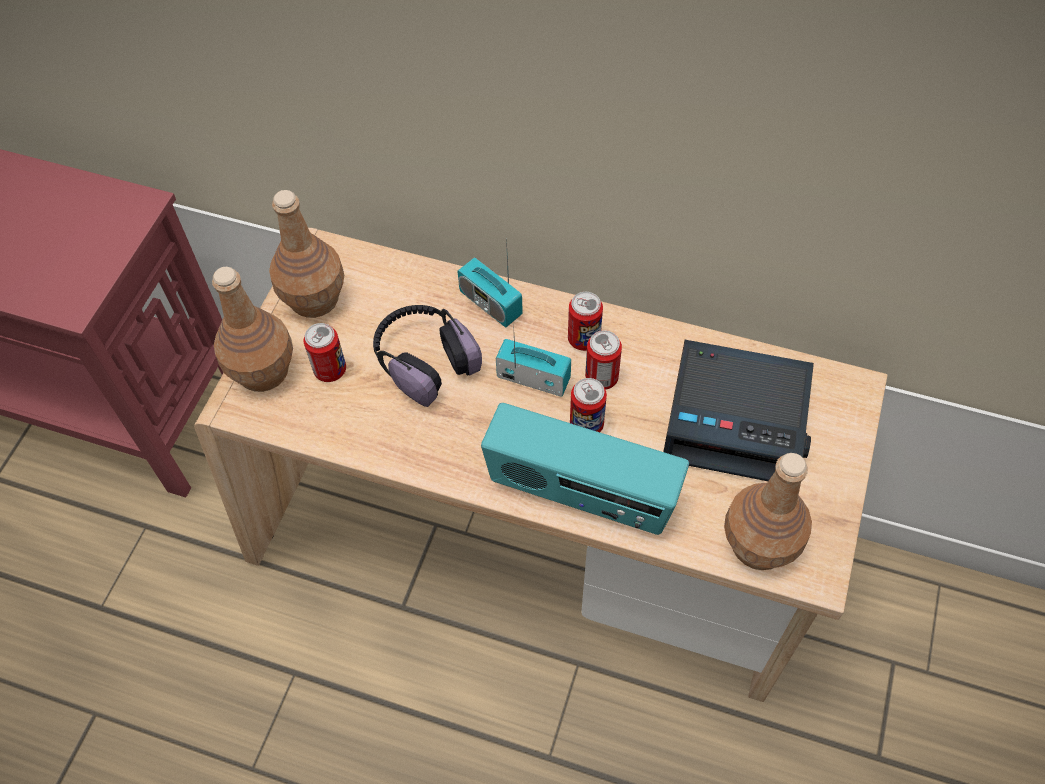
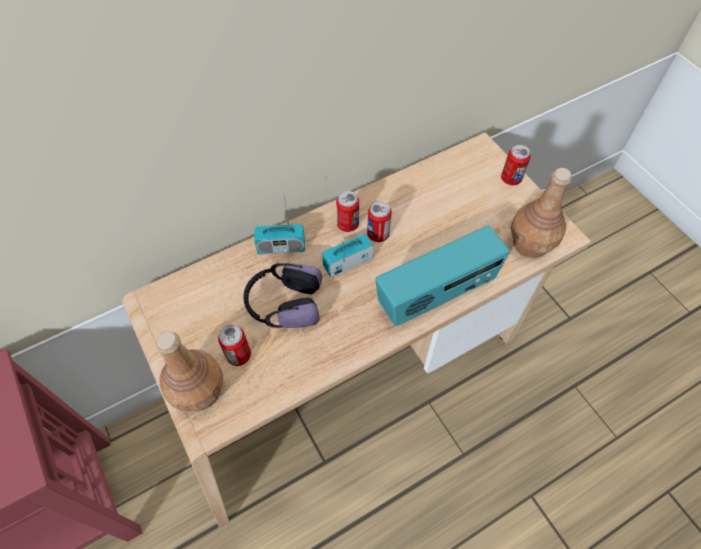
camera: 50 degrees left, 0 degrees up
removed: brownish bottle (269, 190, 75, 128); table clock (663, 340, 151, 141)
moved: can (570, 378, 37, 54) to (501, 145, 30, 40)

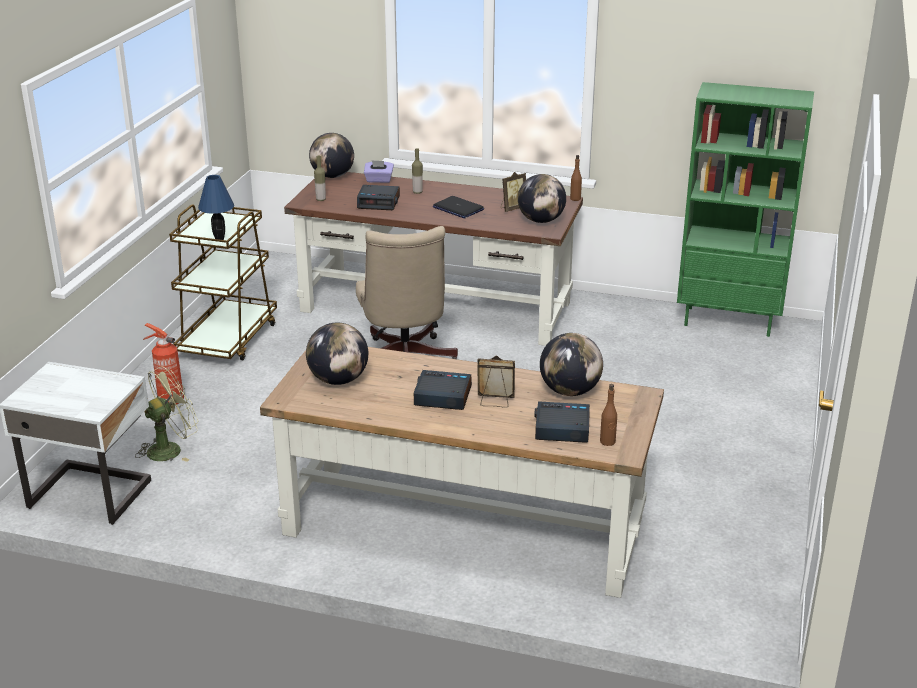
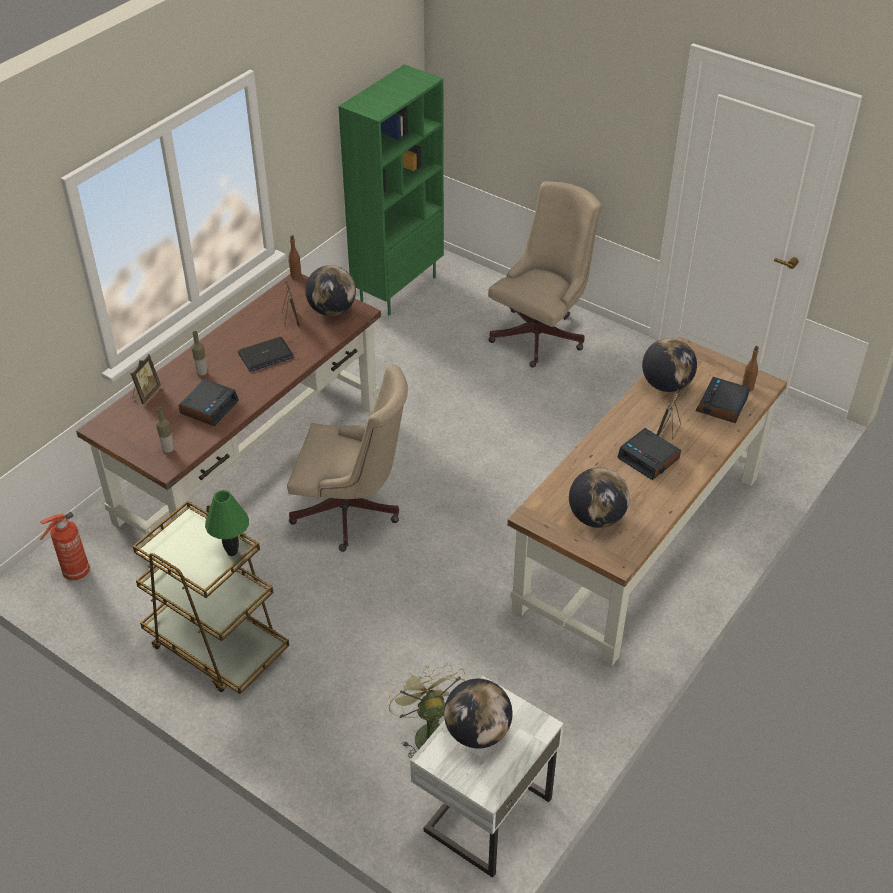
camera: 70 degrees left, 15 degrees up
added: beige-coloured desk chair (488, 181, 115, 186)
moved: extinguisher (143, 323, 41, 81) to (40, 512, 50, 68); world globe (309, 133, 45, 45) to (444, 679, 68, 70)
replaced: purplish box of tissues (364, 160, 30, 23) to picture frame (130, 354, 31, 50)
recoloured: blue table lamp (198, 175, 36, 65) to green table lamp (205, 490, 44, 66)
turned: table clock (414, 370, 58, 40) = (617, 428, 64, 52) 75 degrees counterclockwise

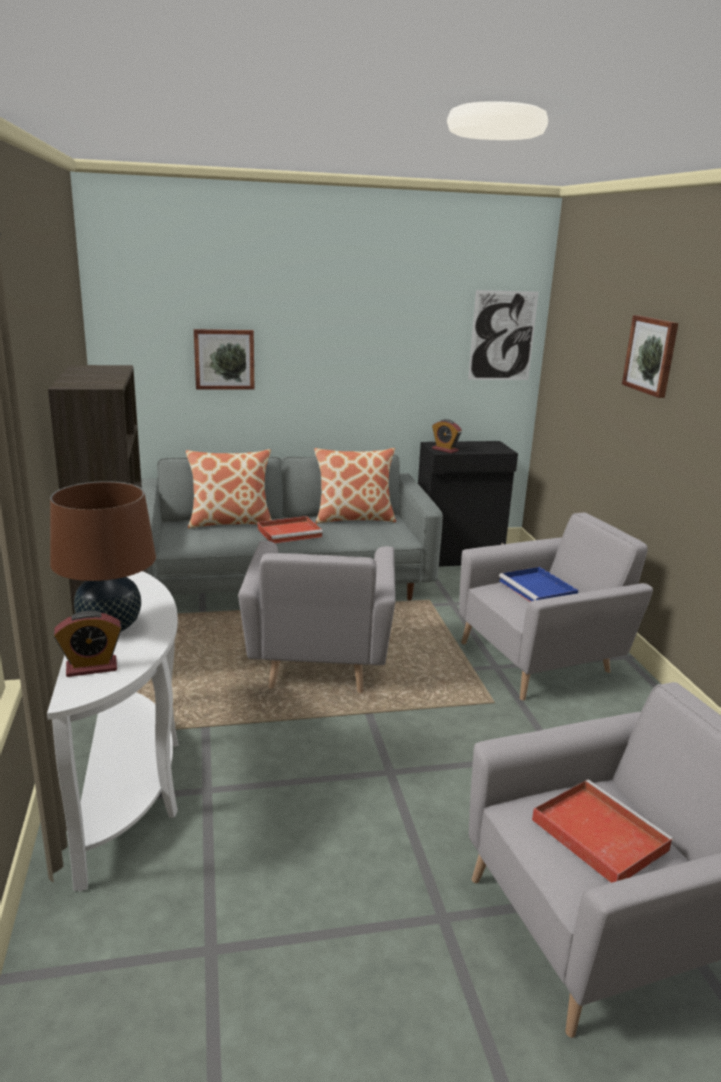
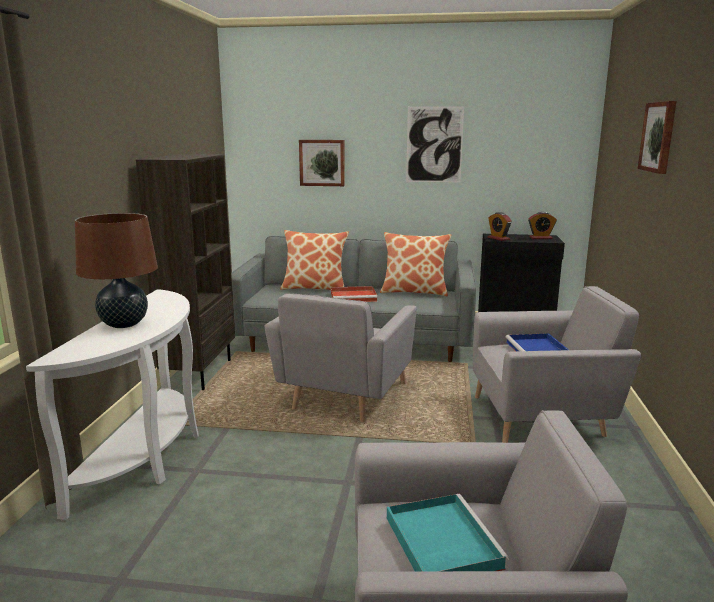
camera: 20 degrees right, 5 degrees down
moved: table clock (54, 611, 68, 66) to (528, 212, 29, 27); wall art (468, 290, 70, 90) to (406, 106, 58, 77)
recoloured: red-coloured serving tray (532, 780, 142, 103) to blue-green serving tray (387, 494, 122, 78)

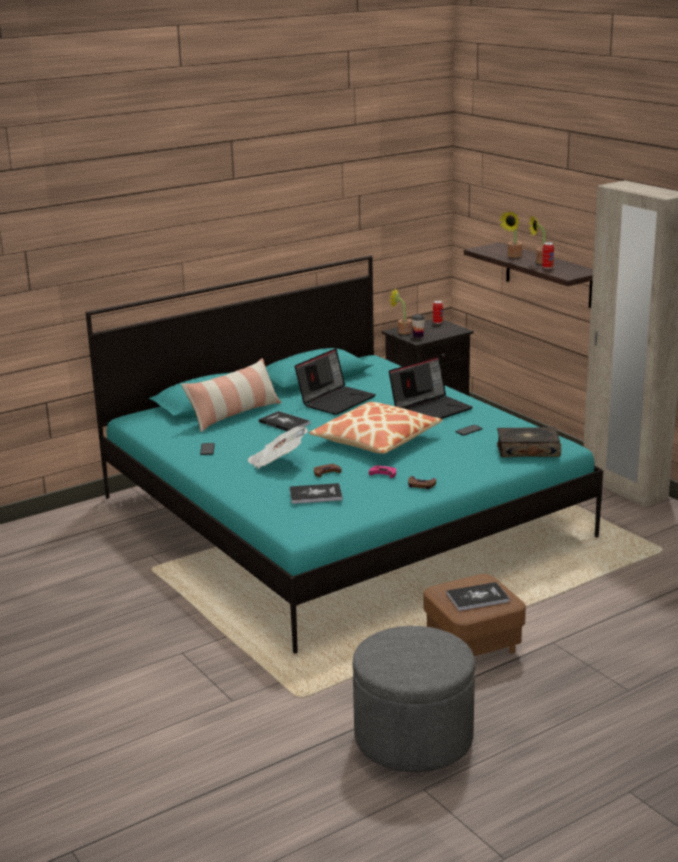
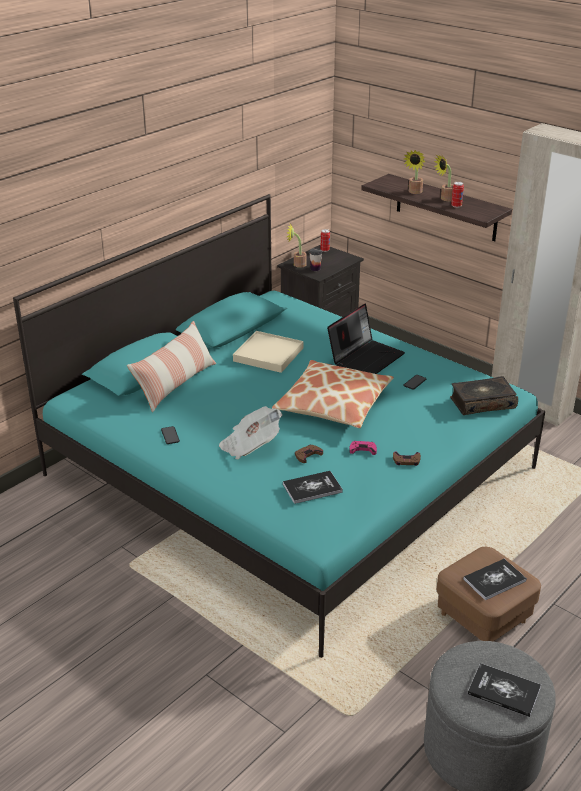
camera: 15 degrees left, 10 degrees up
moved: volume (259, 411, 51, 20) to (468, 663, 73, 54)
replaced: portable computer (295, 348, 81, 67) to beige-coloured serving tray (233, 331, 70, 42)

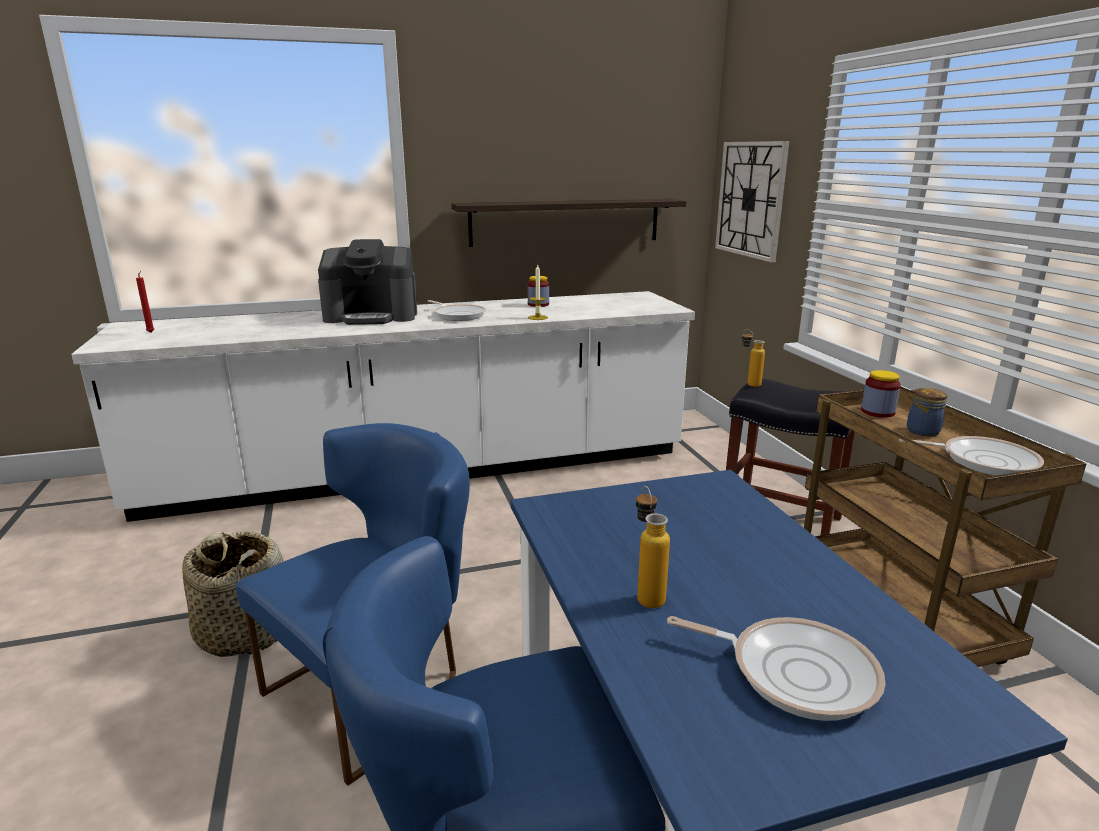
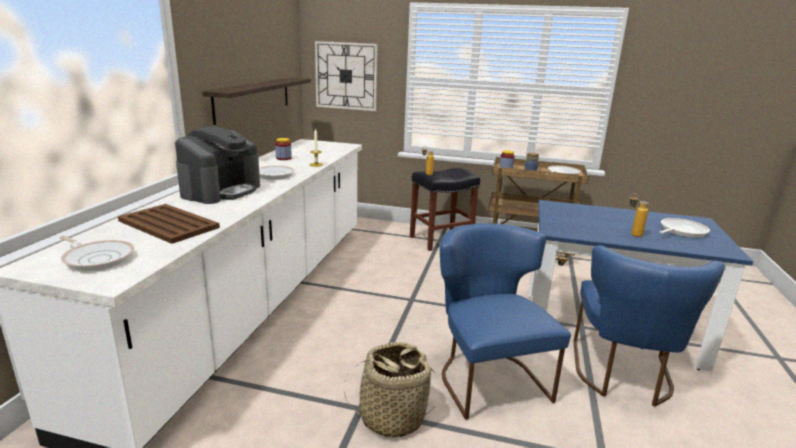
camera: 60 degrees left, 0 degrees up
added: brownish serving tray (118, 204, 102, 40)
replaced: red-coloured candle (136, 271, 18, 62) to frying pan (59, 236, 75, 35)

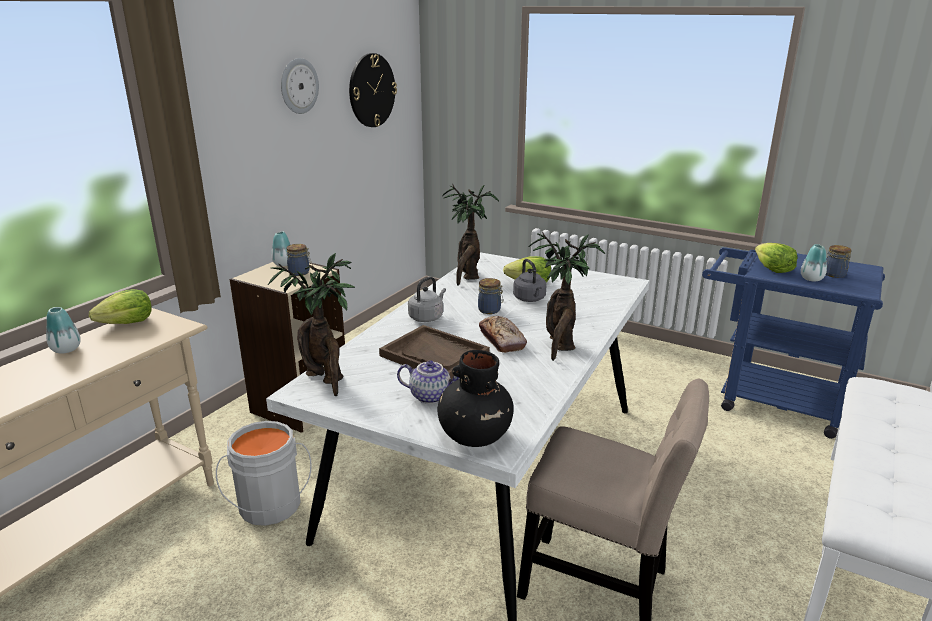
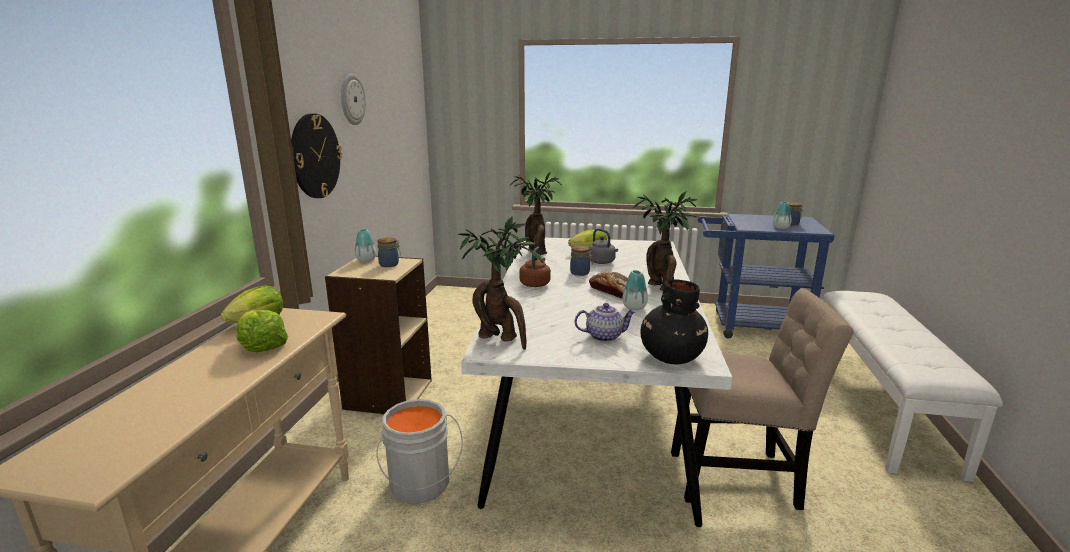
camera: 20 degrees left, 5 degrees down
removed: brownish serving tray (379, 325, 111, 54)
moved: decorative vase (46, 307, 35, 47) to (622, 270, 26, 40); hanging clock (349, 53, 48, 74) to (291, 113, 51, 85); lettuce (755, 243, 43, 30) to (236, 310, 52, 42)
recoloured: greyish tea kettle (408, 277, 38, 45) to brownish tea kettle (519, 247, 32, 40)

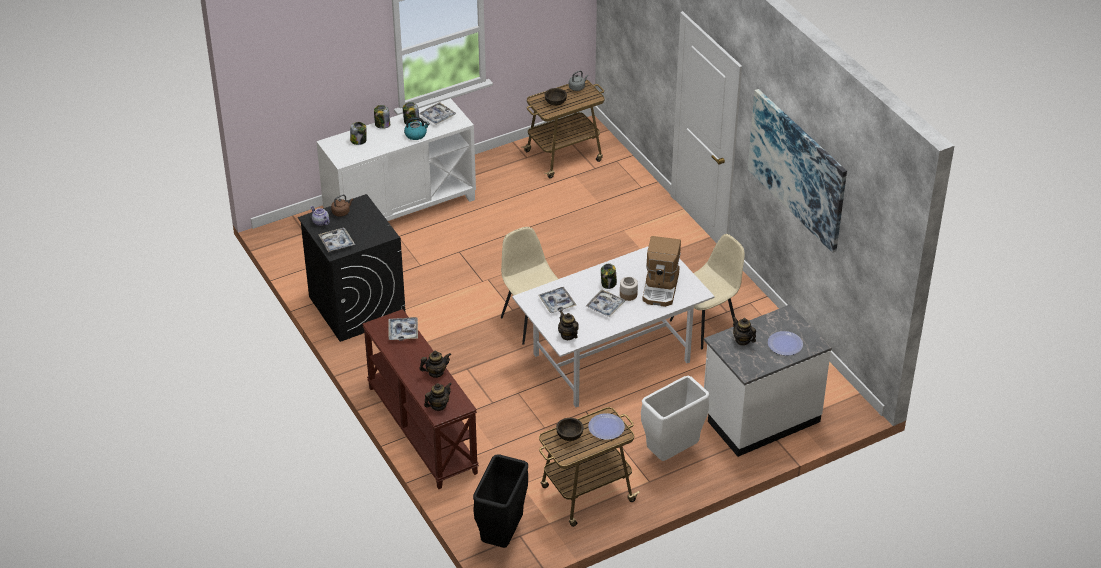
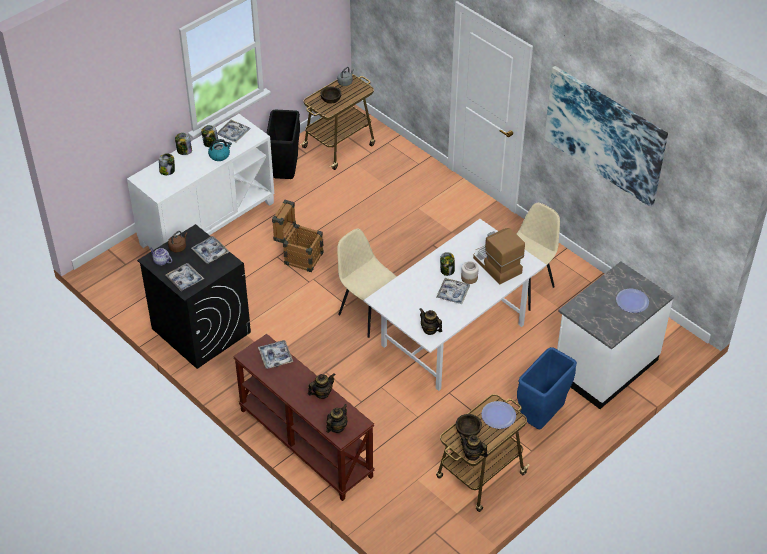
camera: 15 degrees left, 5 degrees up
added: shipping crate (272, 200, 52, 72)
moved: black waste bin (473, 454, 55, 94) to (266, 110, 34, 69); serving tray (538, 287, 38, 26) to (191, 236, 38, 28); teapot (733, 316, 23, 30) to (460, 434, 28, 27)
recoloured: white-coloured waste bin (641, 376, 69, 85) to blue waste bin (517, 347, 60, 82)
turned: coffee maker (642, 236, 39, 71) = (473, 228, 52, 56) 150 degrees clockwise

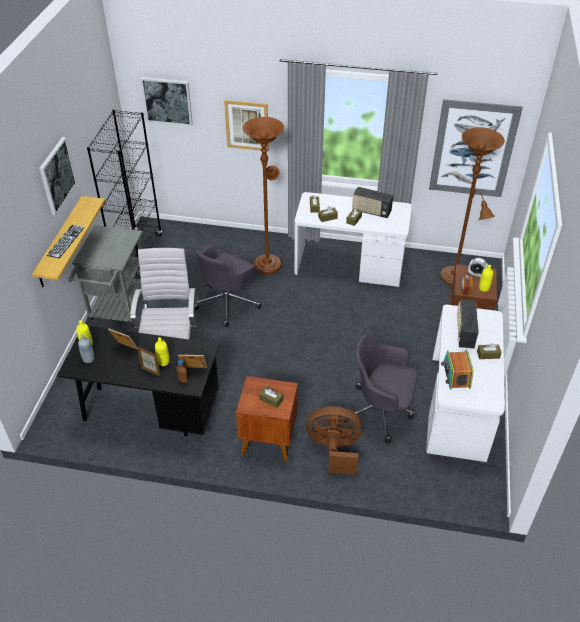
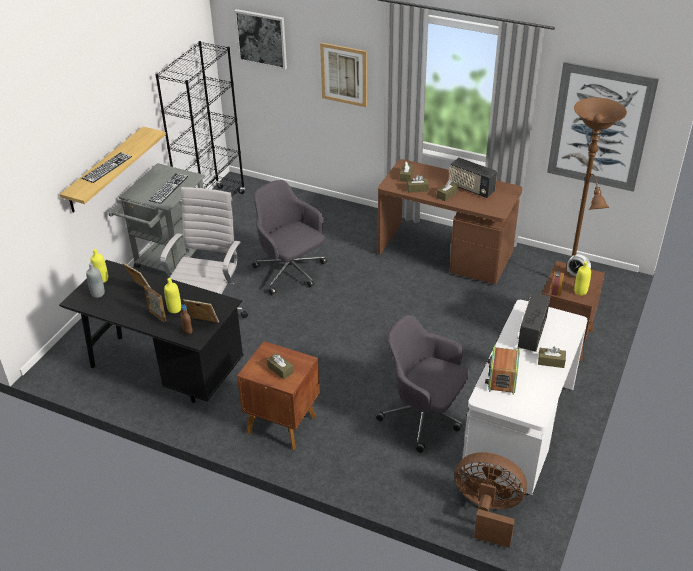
camera: 15 degrees right, 5 degrees down
removed: wall art (39, 137, 38, 78); brownish standing lamp (243, 117, 41, 158)
added: PC keyboard (148, 173, 40, 31)
moved: brownish electric fan (306, 406, 56, 69) to (455, 452, 72, 96)
recoloured: white-coloured desk table (294, 192, 118, 95) to brownish desk table (378, 159, 144, 125)
turned: greyish desk chair (194, 244, 68, 83) = (252, 180, 75, 115) 90 degrees clockwise

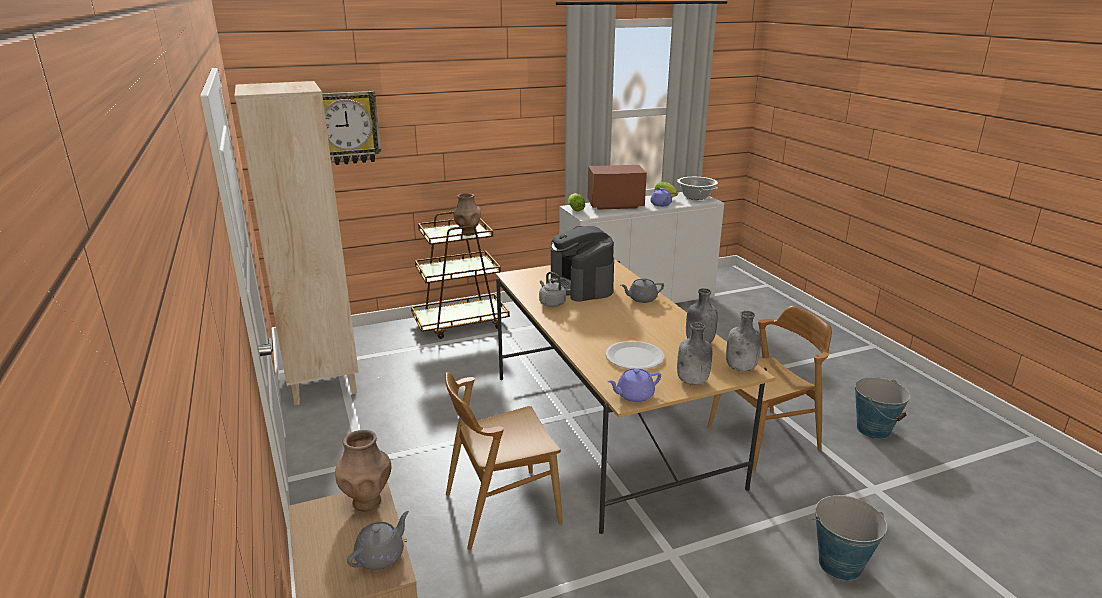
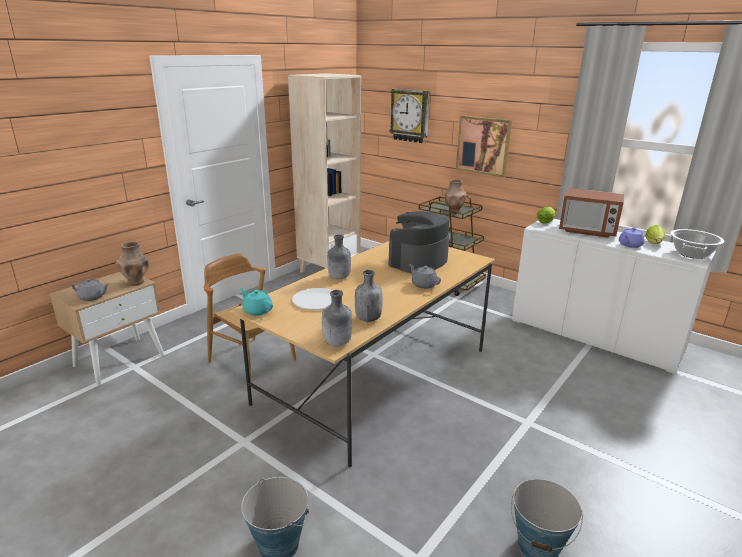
camera: 60 degrees right, 0 degrees up
removed: greyish tea kettle (539, 272, 27, 35); brownish upright chair (707, 305, 125, 166)
added: wall art (456, 116, 56, 62)
moved: greyish bottle (677, 322, 35, 63) to (327, 235, 24, 44)
recoloured: purplish teapot (607, 368, 54, 34) to blue-green teapot (240, 288, 33, 28)
turned: microwave oven (588, 165, 59, 45) = (559, 188, 65, 50) 150 degrees clockwise

